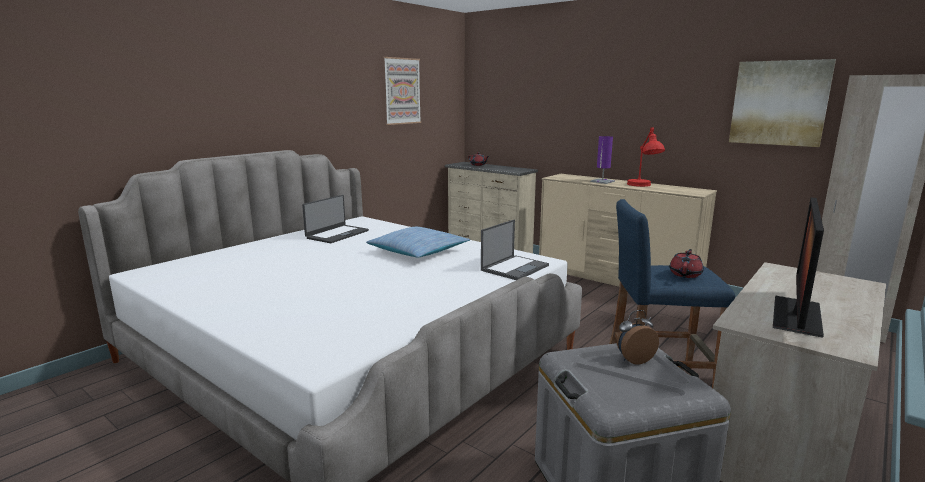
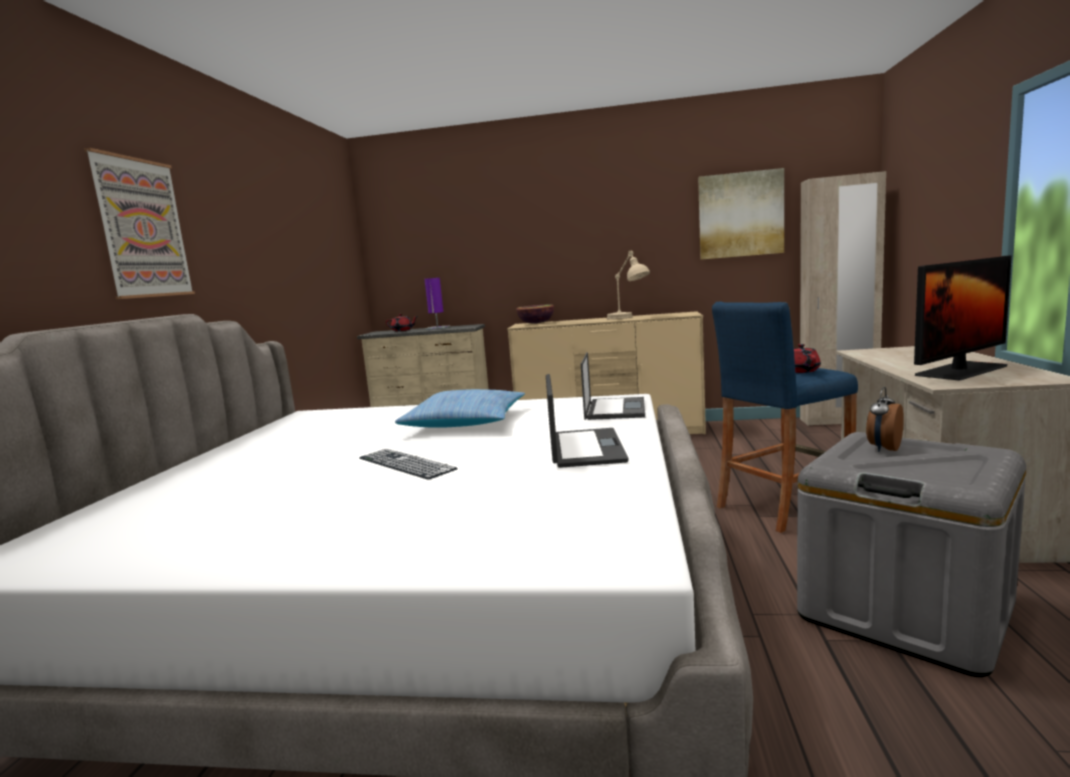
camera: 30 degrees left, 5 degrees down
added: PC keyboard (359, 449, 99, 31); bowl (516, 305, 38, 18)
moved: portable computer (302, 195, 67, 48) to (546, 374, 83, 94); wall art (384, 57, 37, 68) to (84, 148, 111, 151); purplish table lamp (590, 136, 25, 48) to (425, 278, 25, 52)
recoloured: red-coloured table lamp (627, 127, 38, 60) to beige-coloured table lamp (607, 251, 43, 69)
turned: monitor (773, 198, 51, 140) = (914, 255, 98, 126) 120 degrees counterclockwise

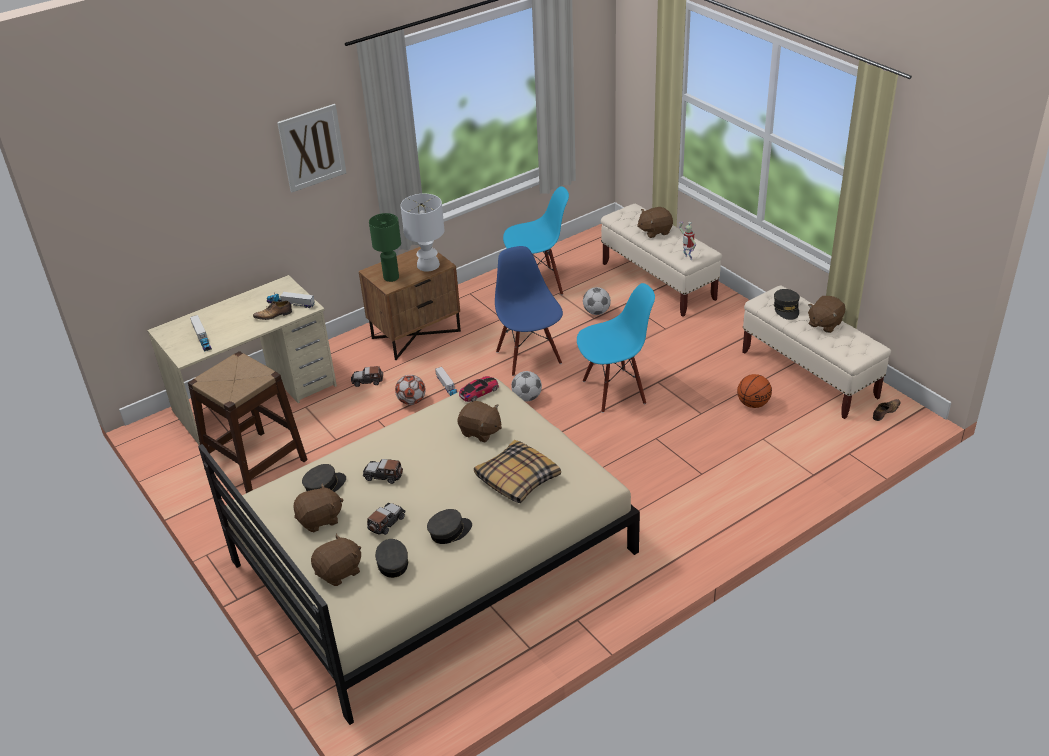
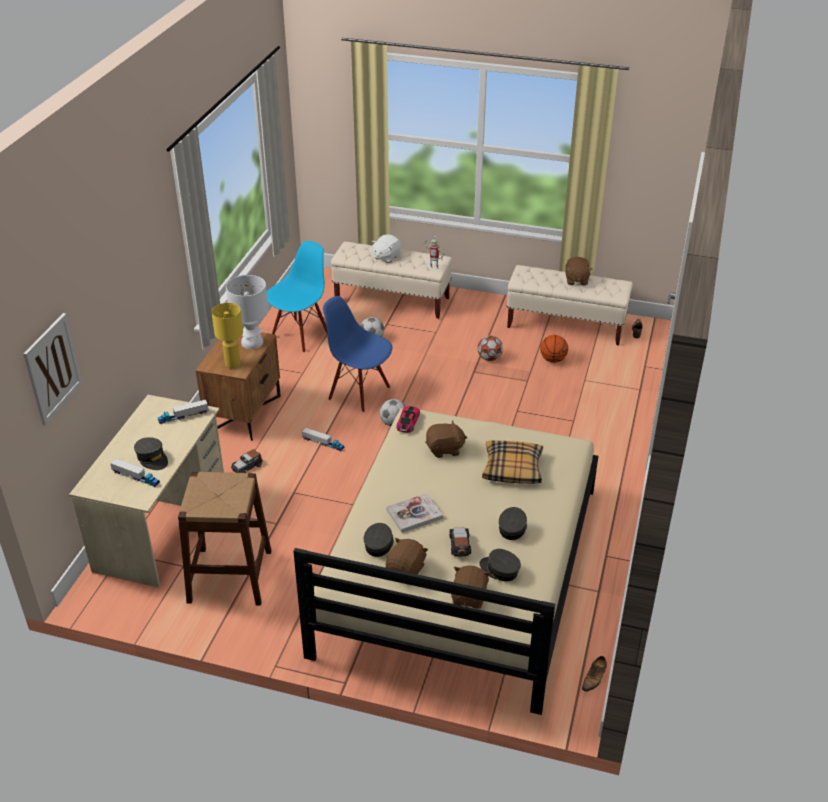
camera: 40 degrees left, 0 degrees up
removed: blue upright chair (577, 283, 78, 130)
moved: item of footwear (253, 301, 39, 20) to (582, 656, 25, 36); wall art (277, 104, 69, 88) to (23, 313, 59, 112); ball for football (395, 375, 31, 30) to (477, 336, 26, 25); greyish peaked cap (774, 289, 26, 31) to (134, 437, 34, 33)
replaced: toy car (363, 459, 40, 25) to volume (386, 493, 57, 40)
recoloured: green table lamp (369, 213, 32, 69) to yellowish table lamp (212, 303, 31, 66); brownish soft toy (637, 207, 36, 31) to white-coloured soft toy (371, 235, 30, 28)

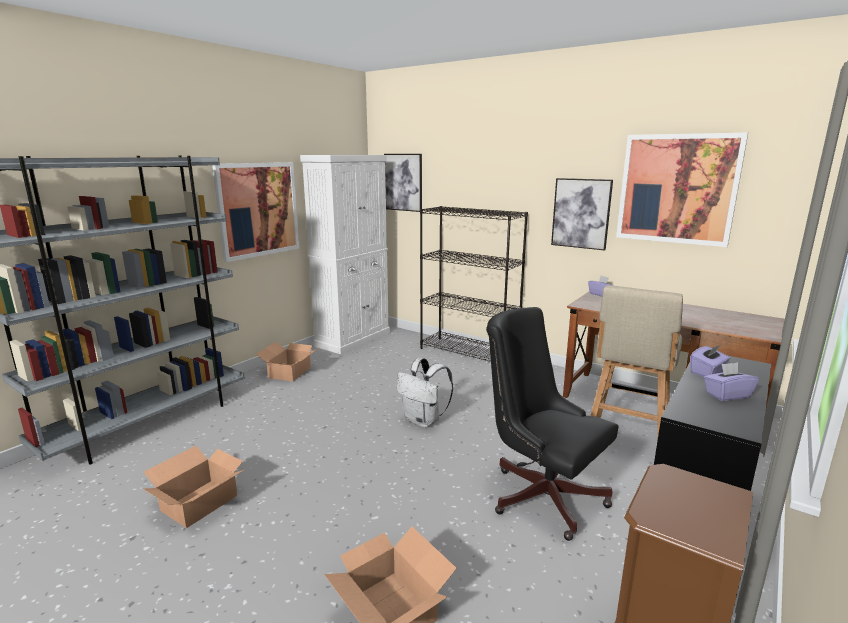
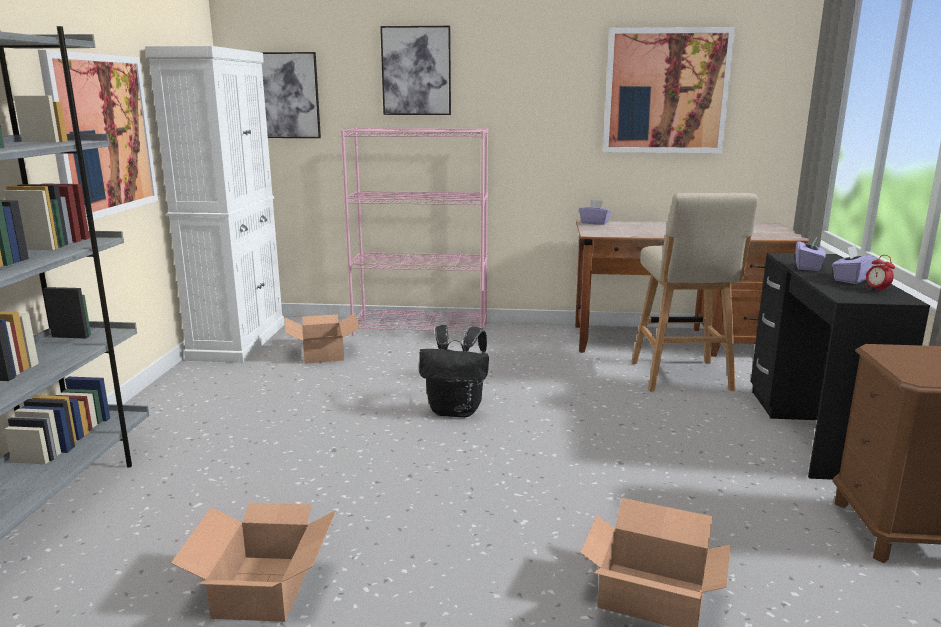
camera: 30 degrees left, 0 degrees up
removed: black desk chair (486, 307, 133, 234)
added: table clock (865, 255, 30, 37)
moved: packing box (256, 342, 64, 39) to (285, 314, 74, 50); wall art (551, 178, 62, 72) to (380, 26, 71, 89)
recoloured: white-coloured knapsack (397, 358, 56, 70) to black knapsack (419, 325, 70, 92); black bookcase (420, 206, 108, 156) to pinkish bookcase (341, 127, 147, 209)

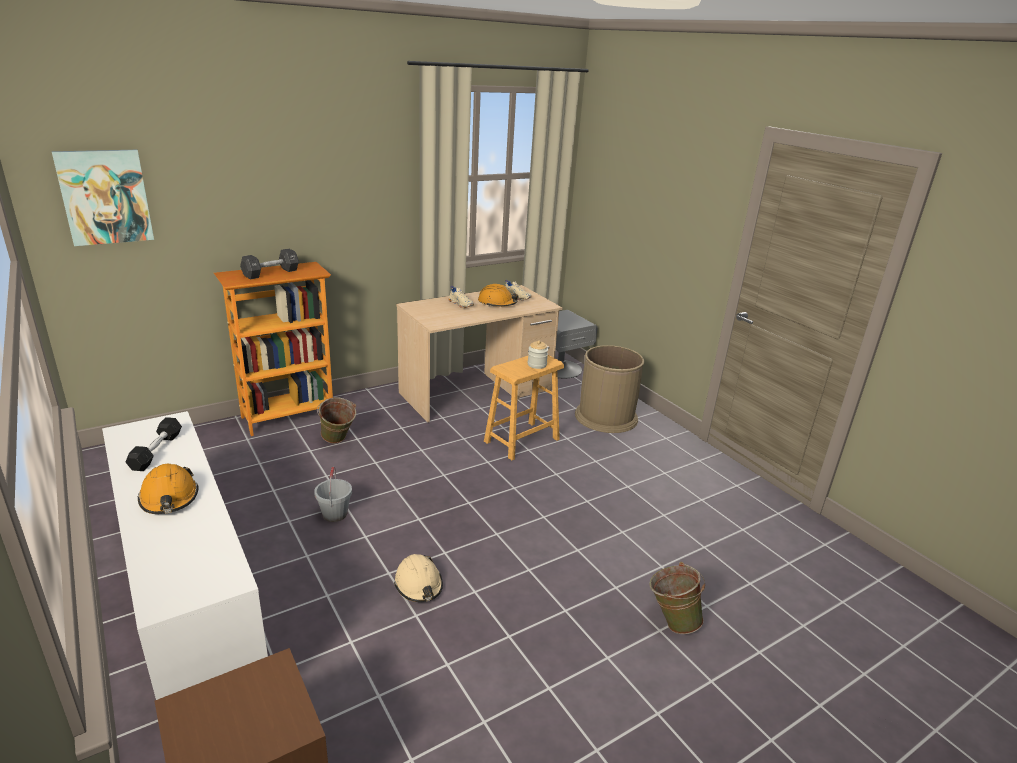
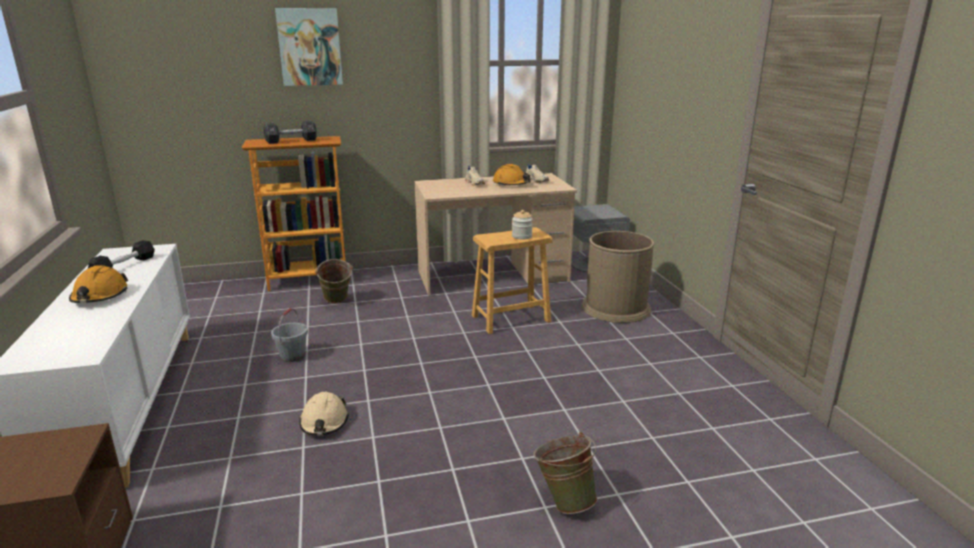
camera: 20 degrees right, 5 degrees down
moved: wall art (52, 150, 102, 96) to (275, 8, 68, 78)

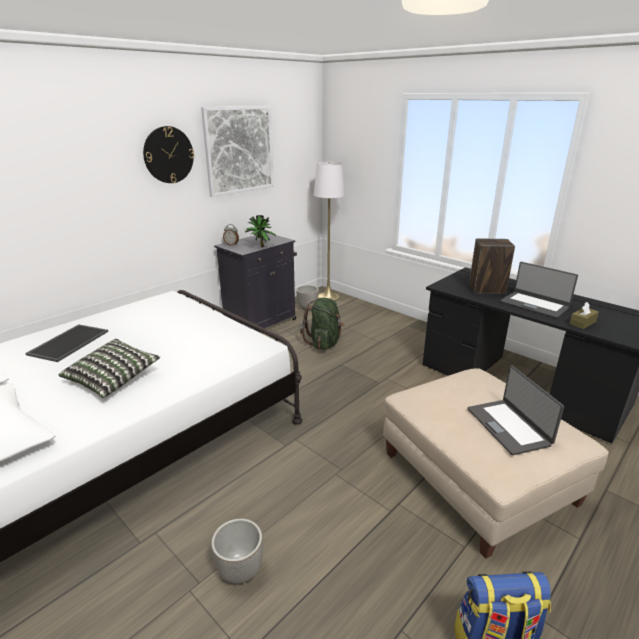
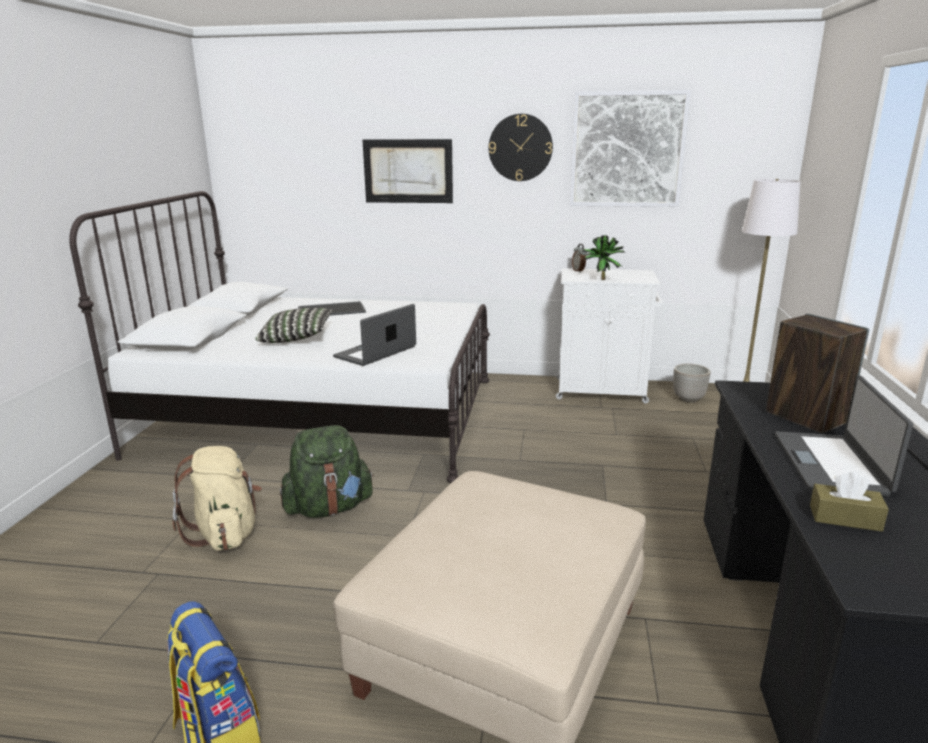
camera: 55 degrees right, 5 degrees down
added: wall art (363, 139, 90, 64)
moved: green knapsack (300, 298, 45, 52) to (280, 425, 94, 93); portable computer (467, 365, 97, 90) to (333, 304, 83, 62)
replaced: planter (211, 519, 52, 65) to beige-coloured knapsack (173, 446, 89, 105)
recoloured: black storage cabinet (214, 232, 83, 99) to white-coloured storage cabinet (556, 268, 107, 135)

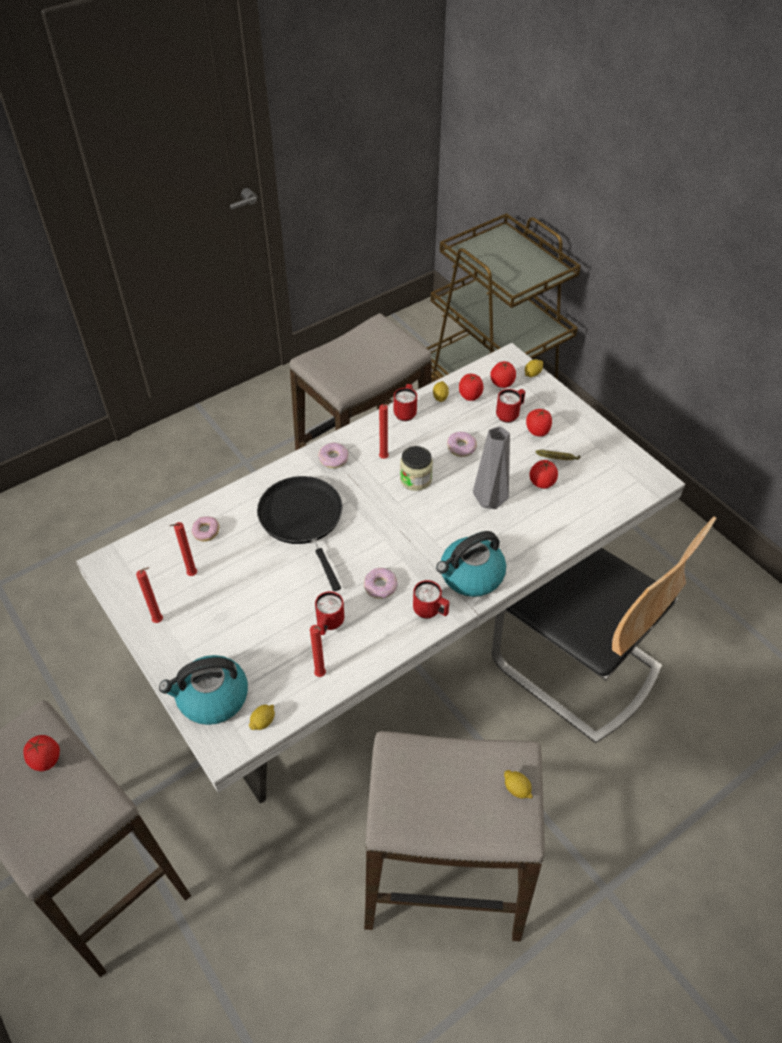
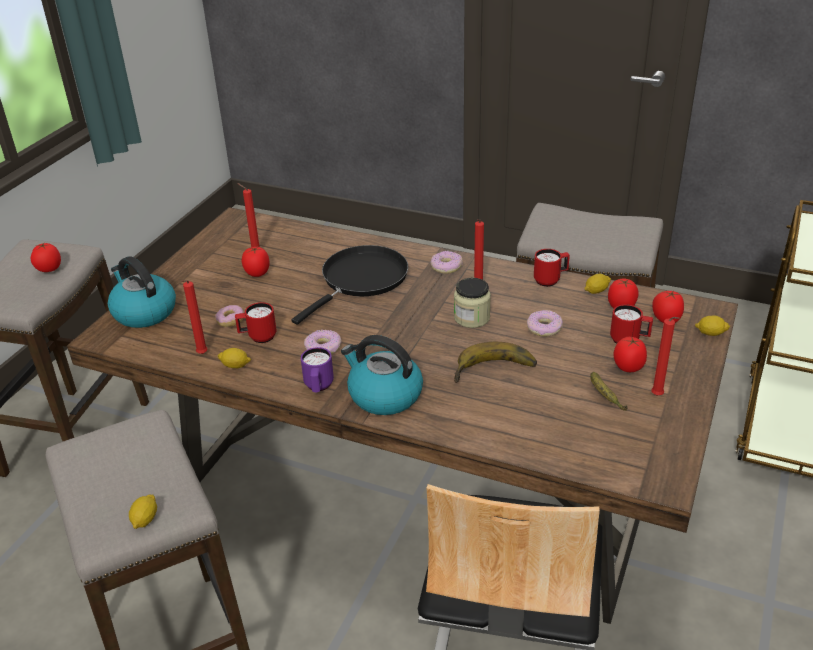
camera: 60 degrees right, 15 degrees down
moved: red-coloured candle (136, 567, 27, 56) to (651, 317, 28, 78); ring doughnut (192, 516, 27, 26) to (215, 305, 29, 22); lemon (249, 704, 26, 26) to (217, 348, 34, 20); tomato (530, 460, 28, 29) to (242, 247, 28, 30)
replaced: greyish decorative vase (473, 426, 37, 83) to whole banana (454, 342, 83, 41)
recoloured: white-coloured dinner table (76, 343, 609, 461) to brownish dinner table (67, 207, 671, 417); red-coloured mug (413, 580, 37, 39) to purplish mug (301, 347, 33, 45)

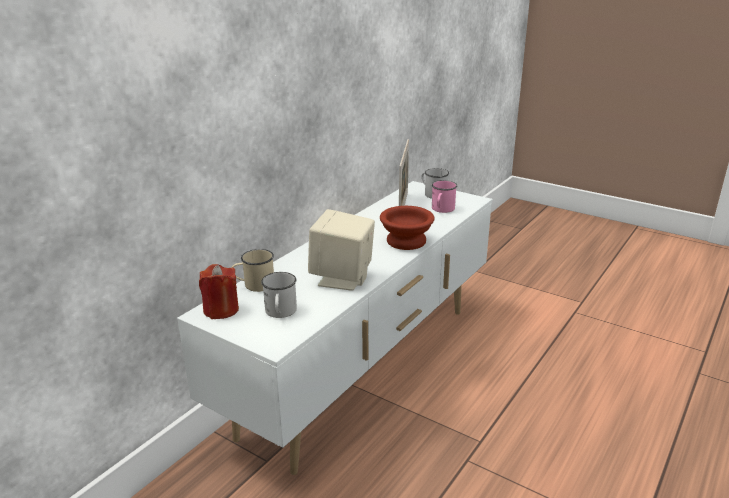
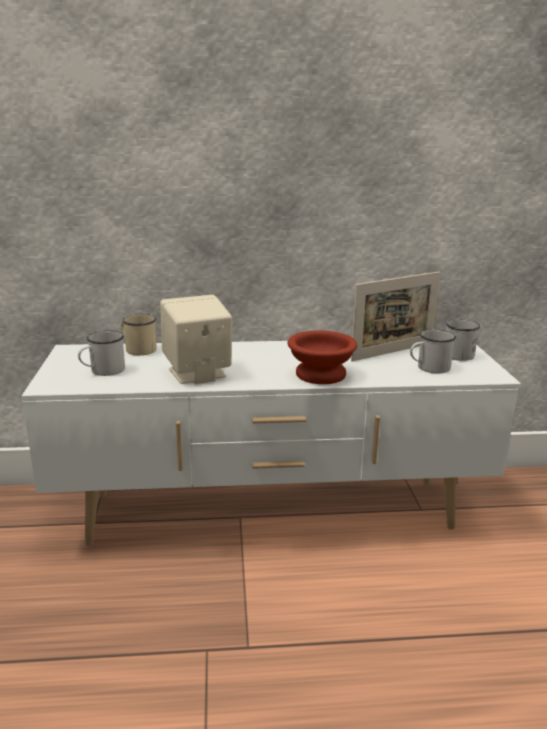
camera: 50 degrees right, 5 degrees down
removed: red-coloured candle (199, 264, 40, 55)
recoloured: pinkish mug (432, 180, 25, 33) to white-coloured mug (410, 329, 46, 44)

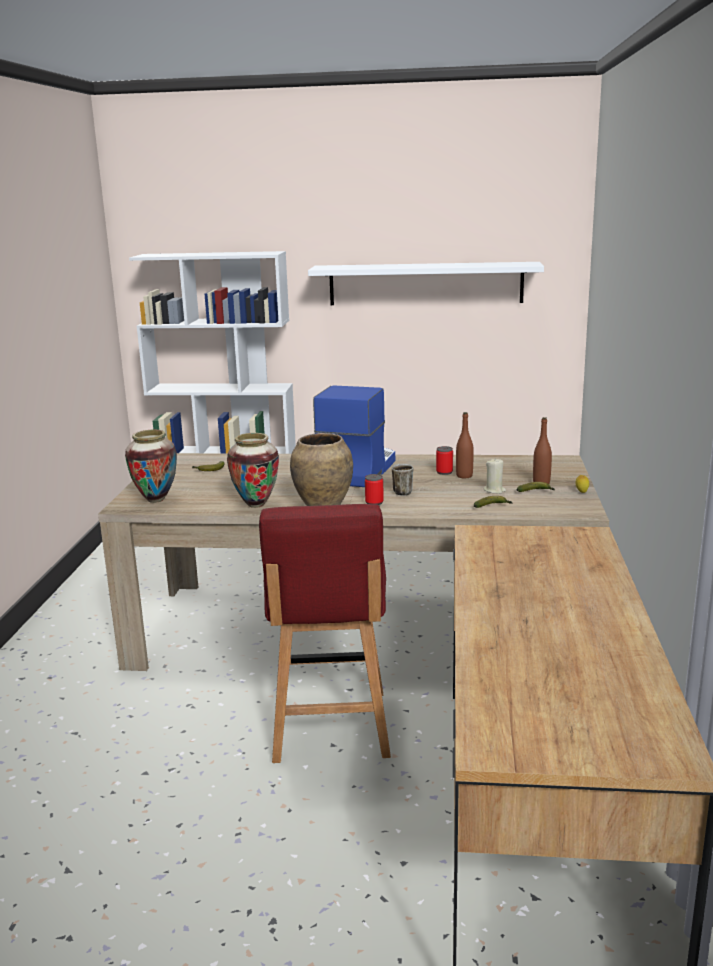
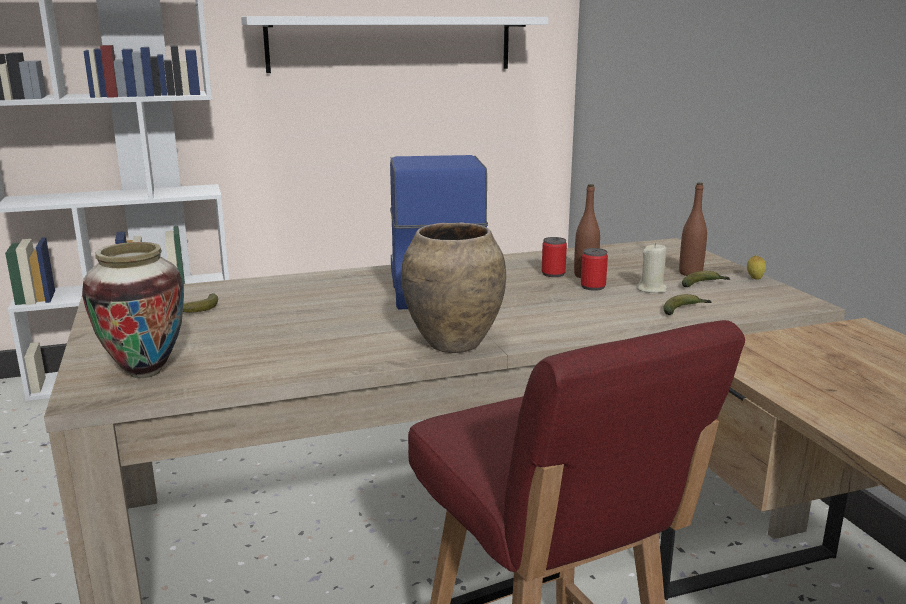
camera: 25 degrees left, 0 degrees up
removed: decorative vase (227, 433, 52, 75); mug (392, 464, 21, 32)
moved: can (365, 474, 19, 31) to (581, 248, 27, 43)

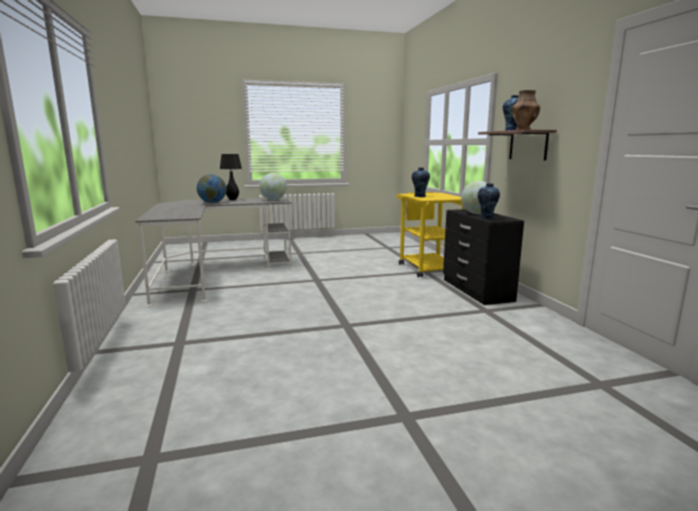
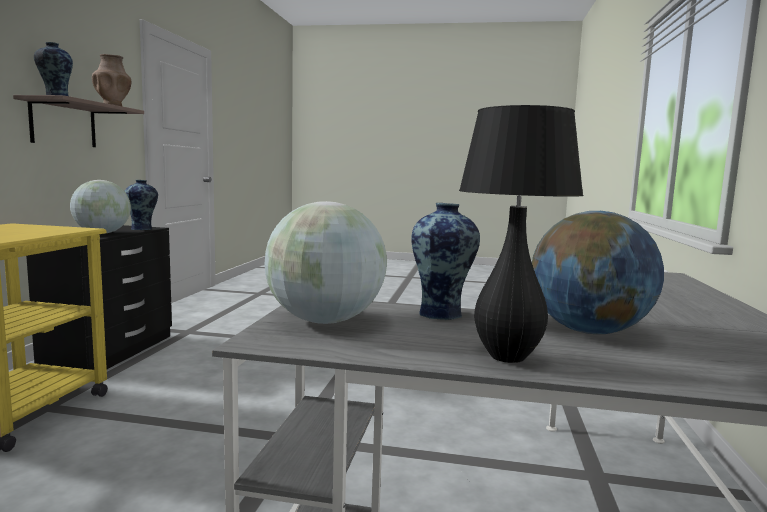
camera: 155 degrees left, 5 degrees down
moved: decorative vase (412, 167, 18, 30) to (411, 203, 69, 117)

